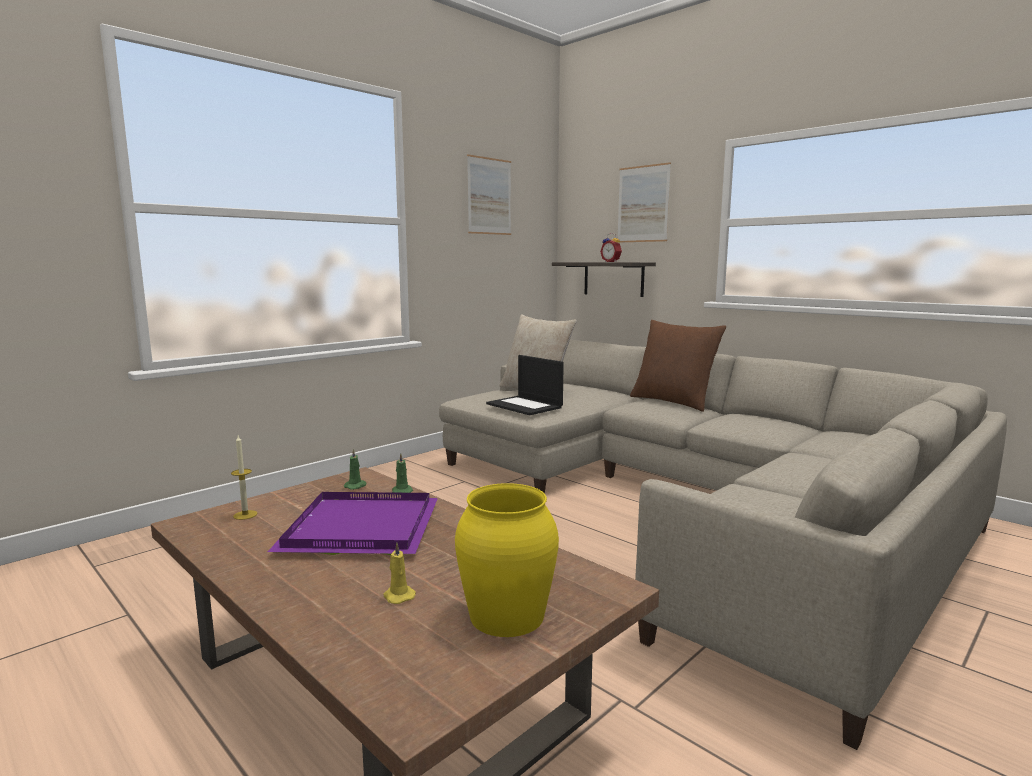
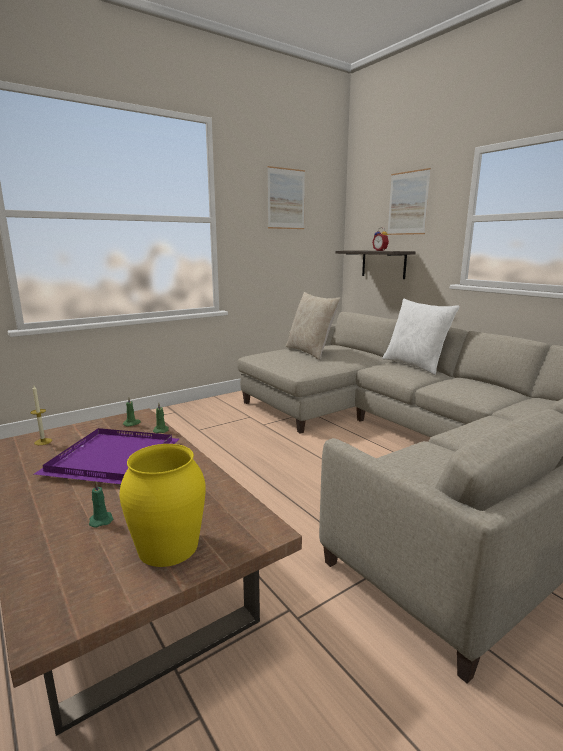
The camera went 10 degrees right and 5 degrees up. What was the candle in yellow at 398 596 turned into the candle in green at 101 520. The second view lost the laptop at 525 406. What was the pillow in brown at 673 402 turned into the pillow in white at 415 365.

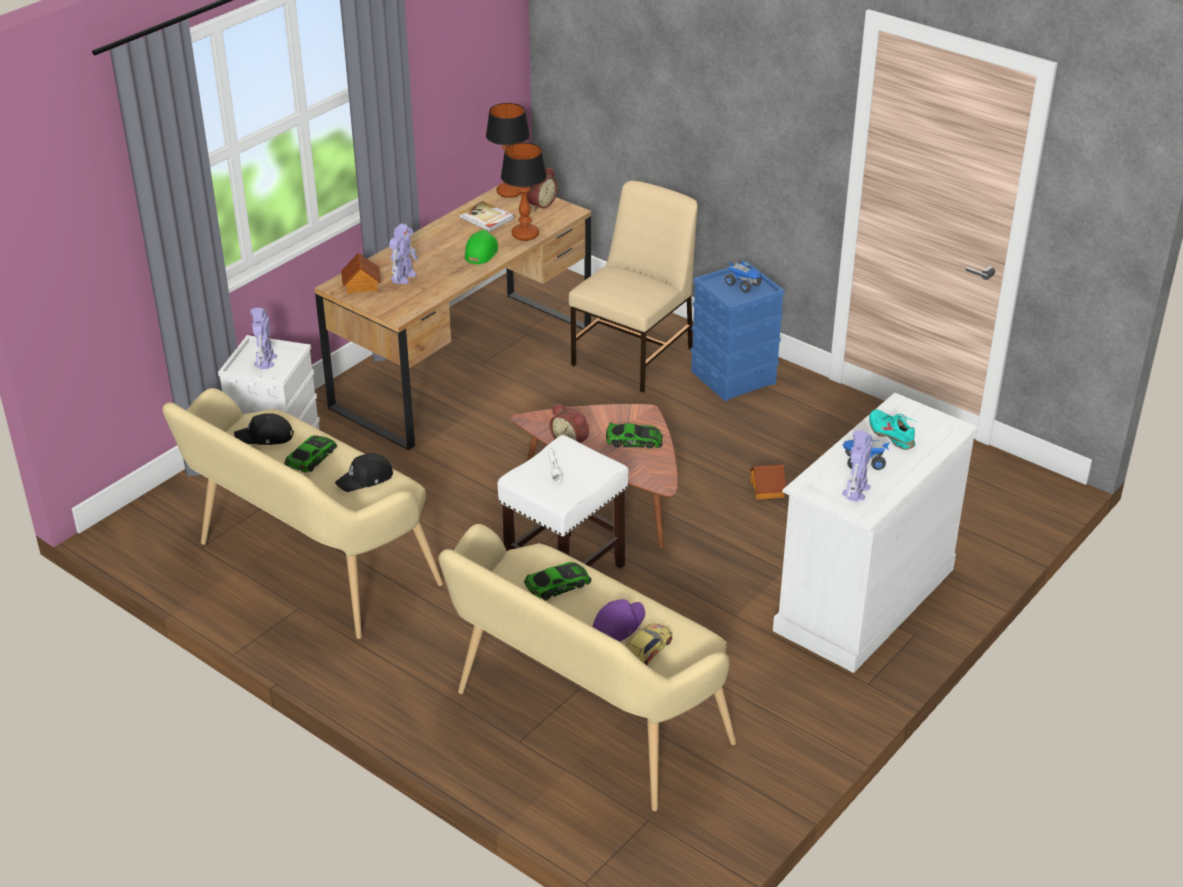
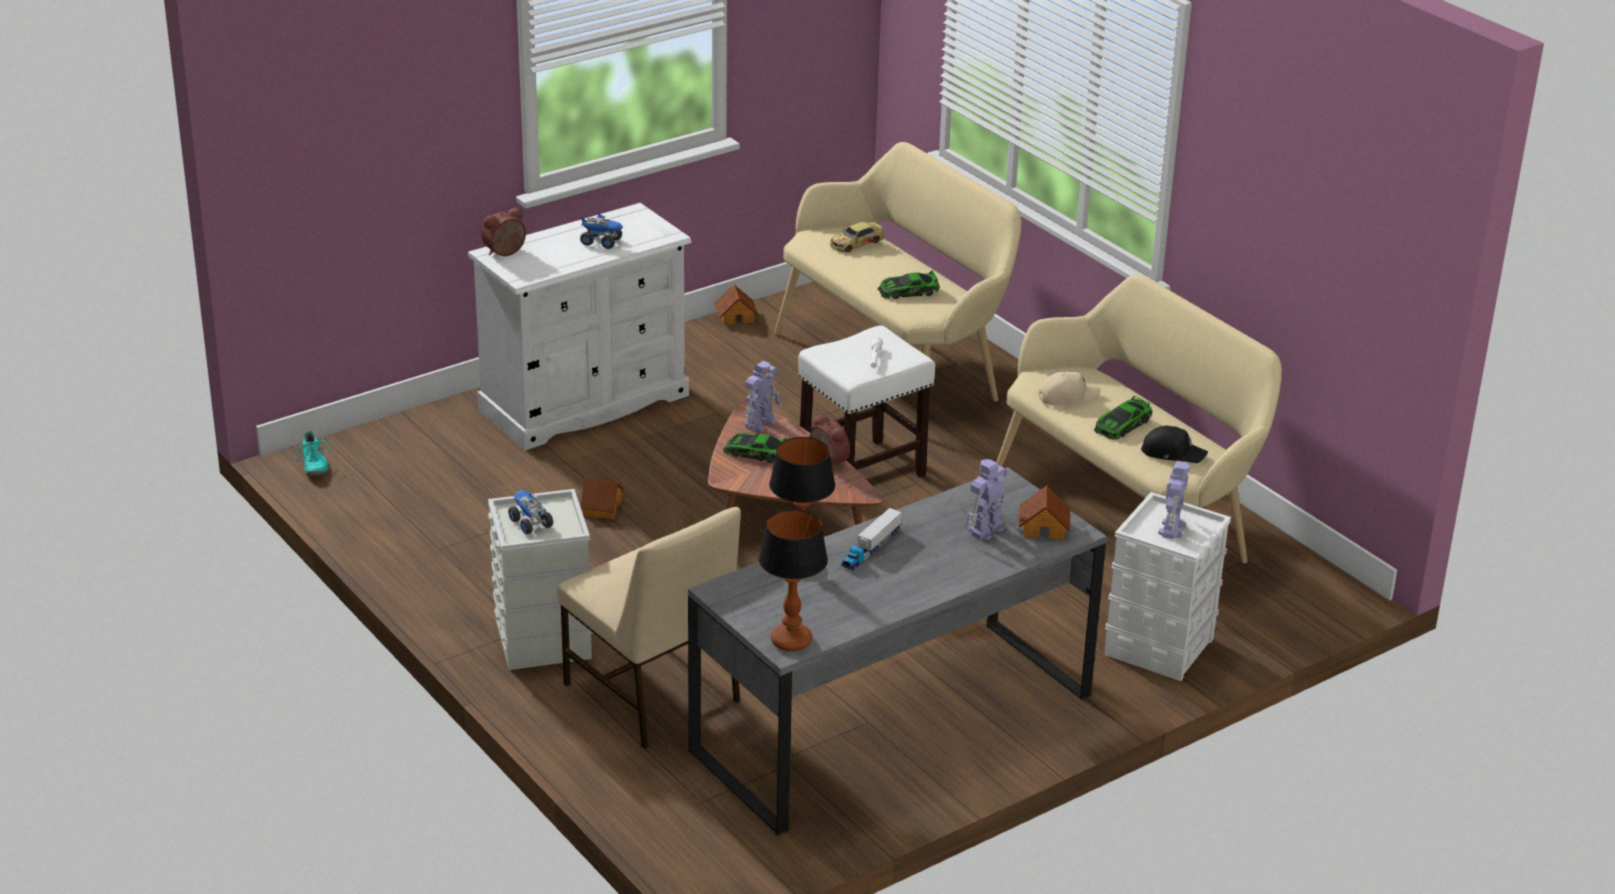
The camera went 165 degrees left and 5 degrees down. What was the desk in brown at 464 367 turned into the desk in grey at 893 722. What was the cap in black at 365 479 turned into the cap in beige at 1067 396. The second view lost the book at 486 218. Where the cap in green stood at 481 252, the toy truck came to stand at 871 548. The alarm clock ended up elsewhere, having gone from 540 204 to 506 253. The chair in beige at 634 356 ended up facing another way, 90 degrees counterclockwise from before. The second view lost the cap in purple at 617 625. What was the storage box in blue at 733 376 turned into the storage box in grey at 542 641. The toy robot ended up elsewhere, having gone from 855 491 to 761 423. The shoe in turquoise ended up elsewhere, having gone from 891 434 to 313 464. The second view gained the toy house at 736 317.

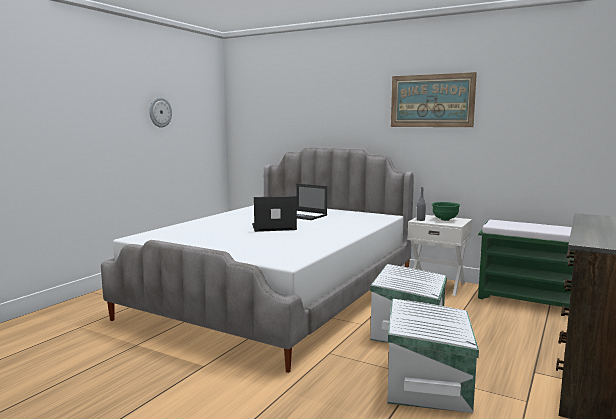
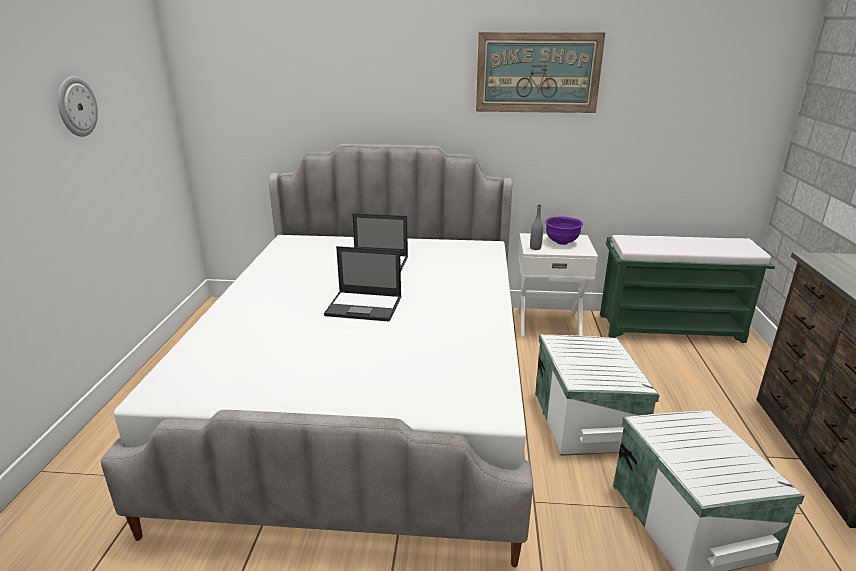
The camera went 25 degrees left and 15 degrees up. The laptop at 273 227 ended up facing another way, 135 degrees counterclockwise from before. What was the bowl in green at 444 220 turned into the bowl in purple at 561 242.

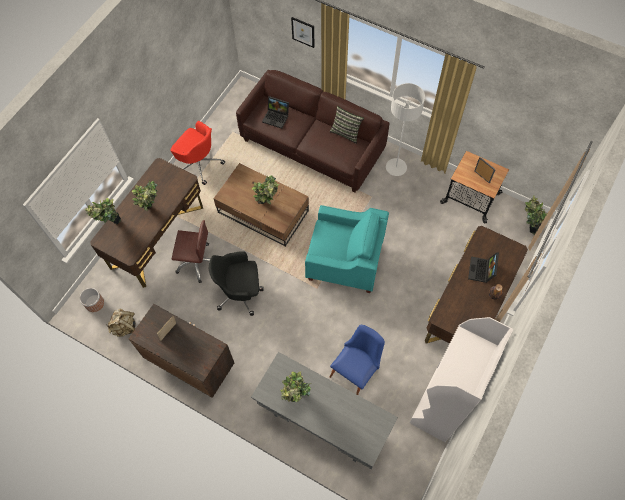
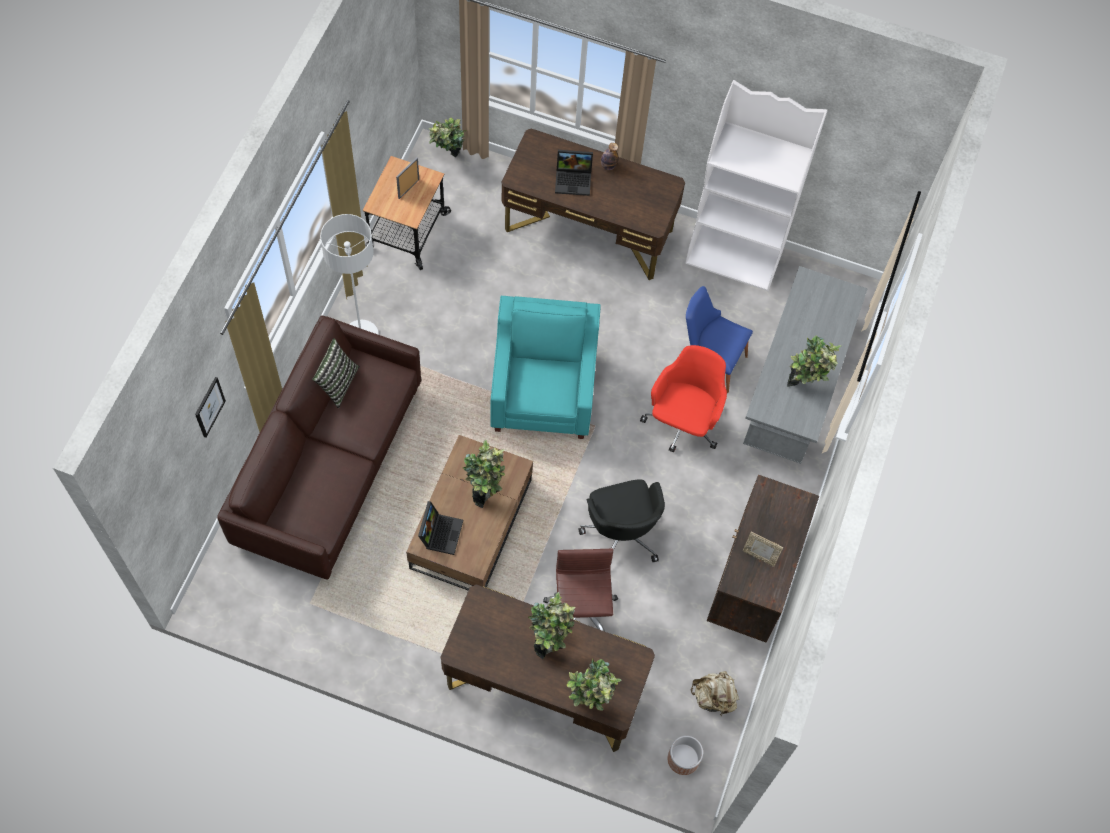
The camera went 105 degrees left and 0 degrees up. The office chair in red ended up elsewhere, having gone from 199 163 to 683 423. The laptop ended up elsewhere, having gone from 276 117 to 440 532.

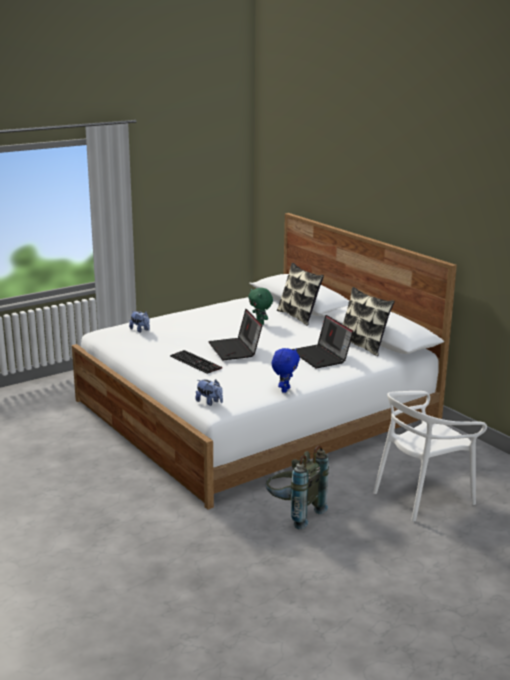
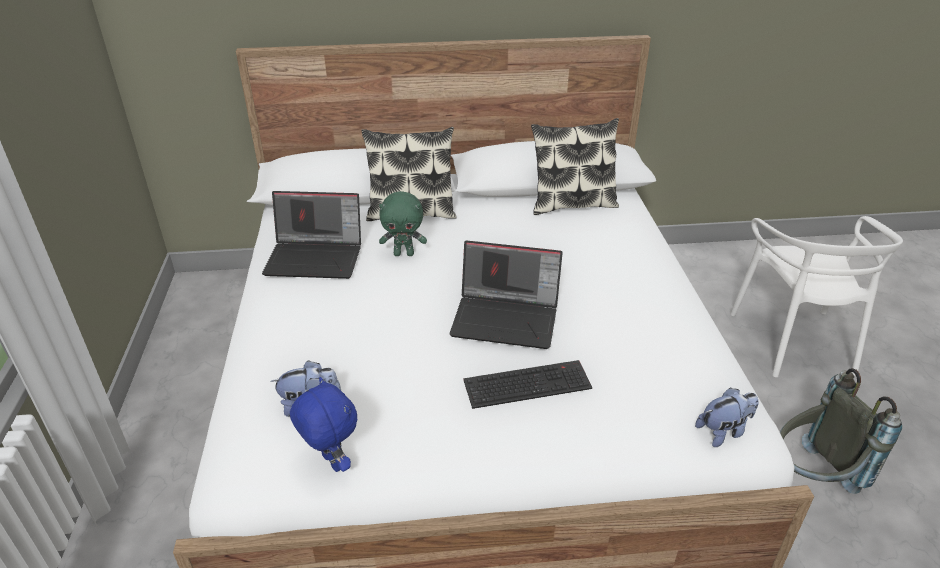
The camera went 60 degrees left and 15 degrees up. The plush toy in blue ended up elsewhere, having gone from 284 390 to 331 462. The laptop ended up elsewhere, having gone from 321 357 to 316 257.

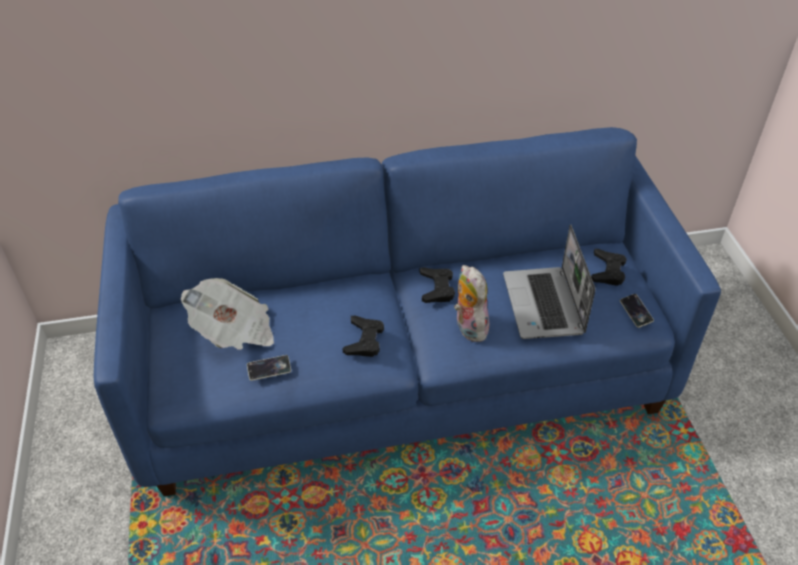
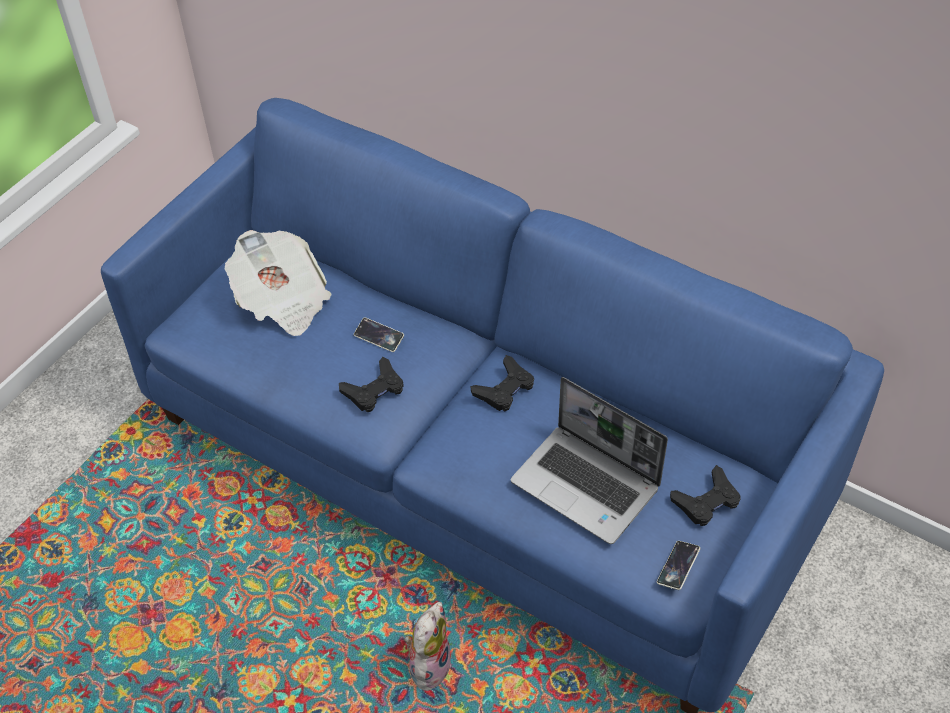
The camera went 45 degrees right and 5 degrees up. The phone ended up elsewhere, having gone from 269 369 to 379 337. The plush toy ended up elsewhere, having gone from 468 327 to 429 665. The laptop at 544 305 ended up facing another way, 90 degrees counterclockwise from before.

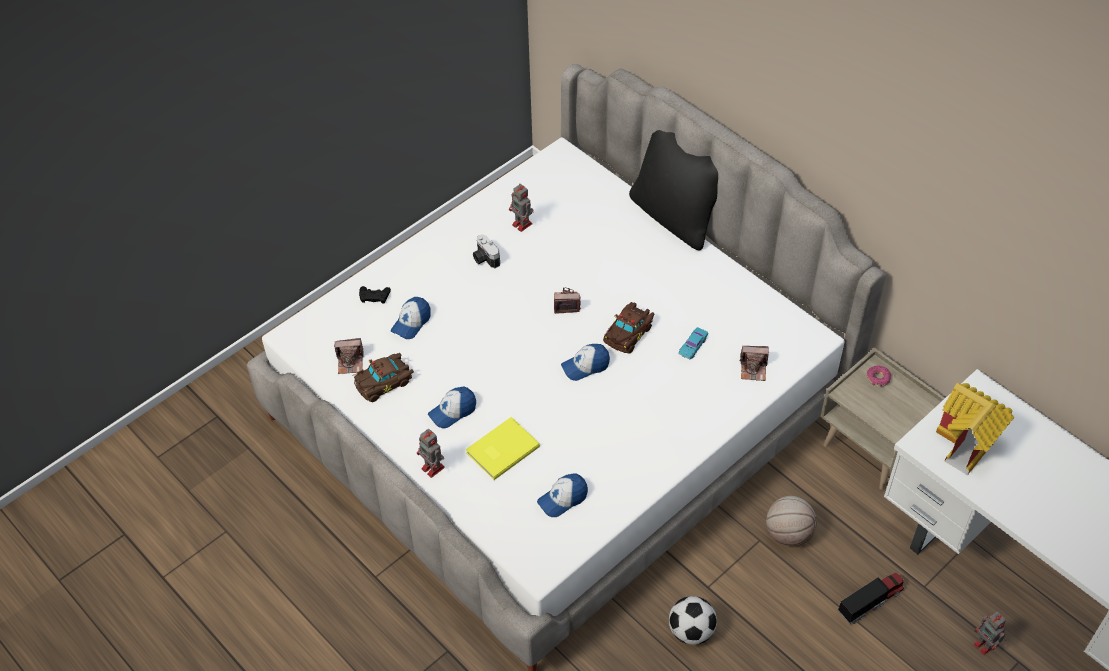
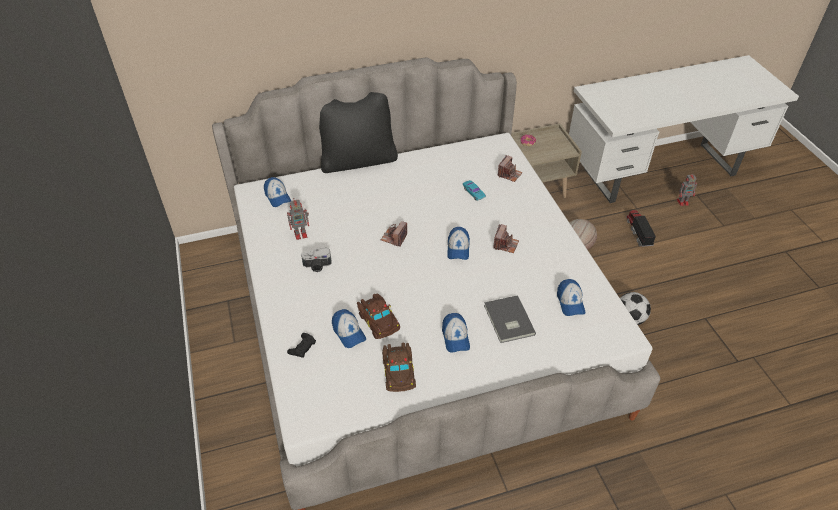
The camera went 65 degrees left and 5 degrees down. The photo camera ended up elsewhere, having gone from 350 362 to 505 244. The second view lost the toy robot at 433 468. What was the book in yellow at 501 449 turned into the book in grey at 508 321. The toy car in brown ended up elsewhere, having gone from 629 333 to 378 320. The second view lost the toy house at 967 446. The second view gained the cap at 277 197.

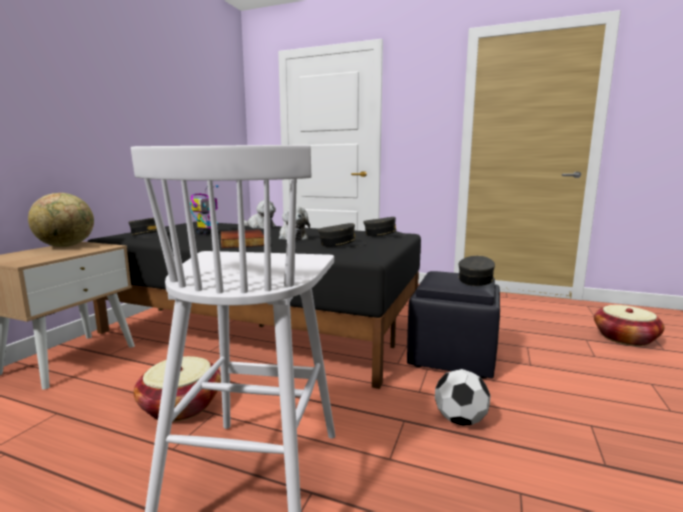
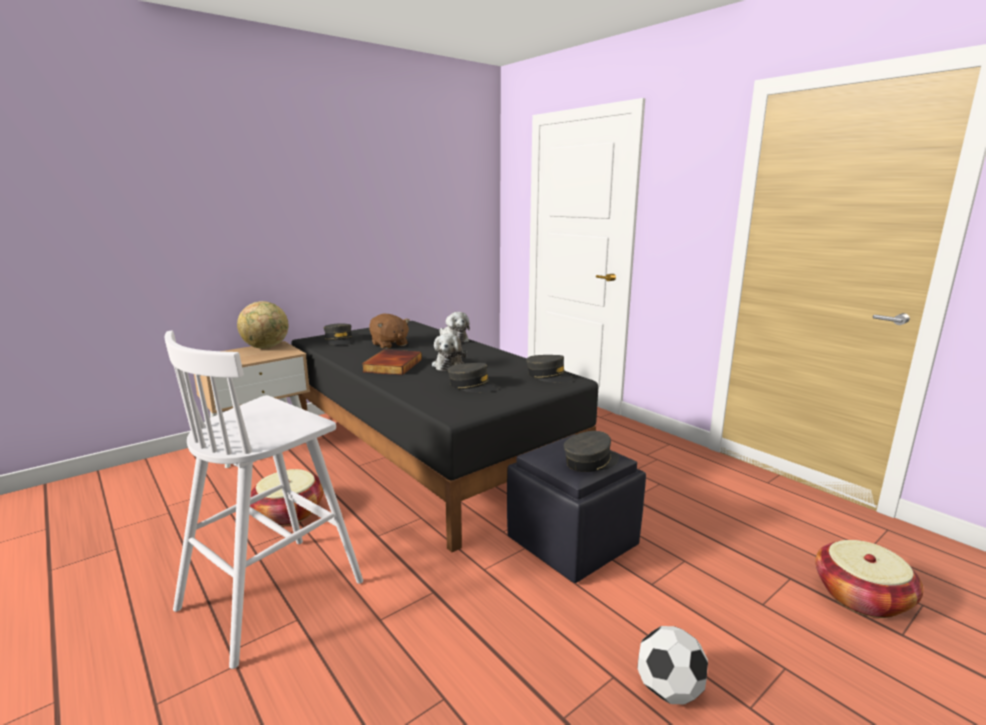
The camera went 30 degrees right and 5 degrees up. Where the toy robot stood at 207 233, the plush toy in brown came to stand at 389 344. The football ended up elsewhere, having gone from 460 420 to 669 690.

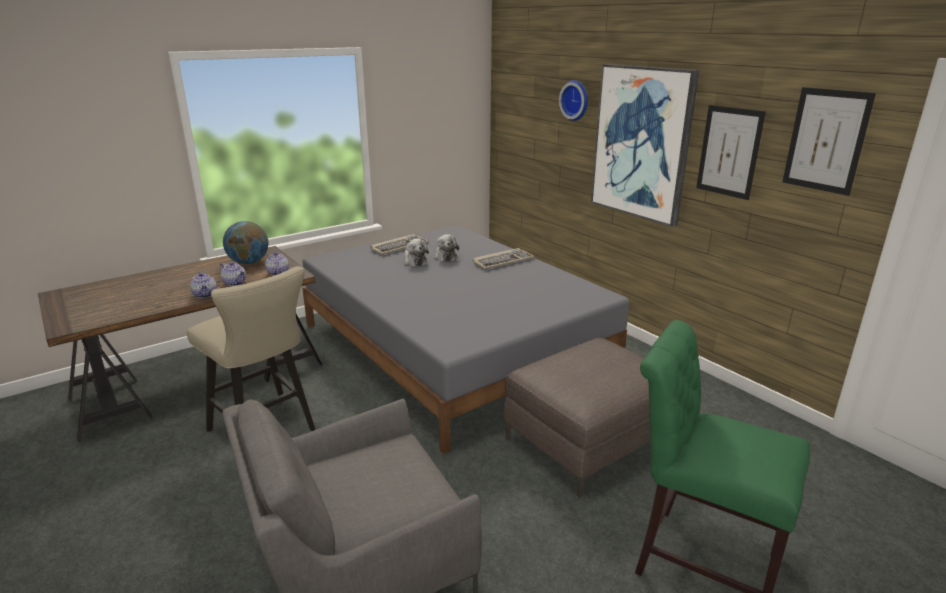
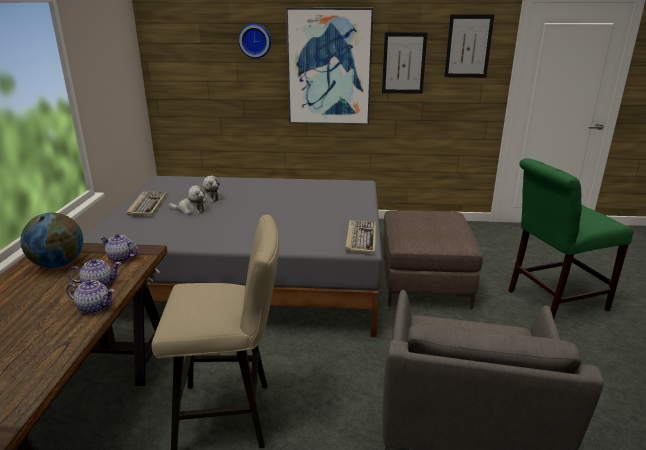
The camera went 50 degrees left and 0 degrees up. The keyboard ended up elsewhere, having gone from 503 261 to 360 238.

